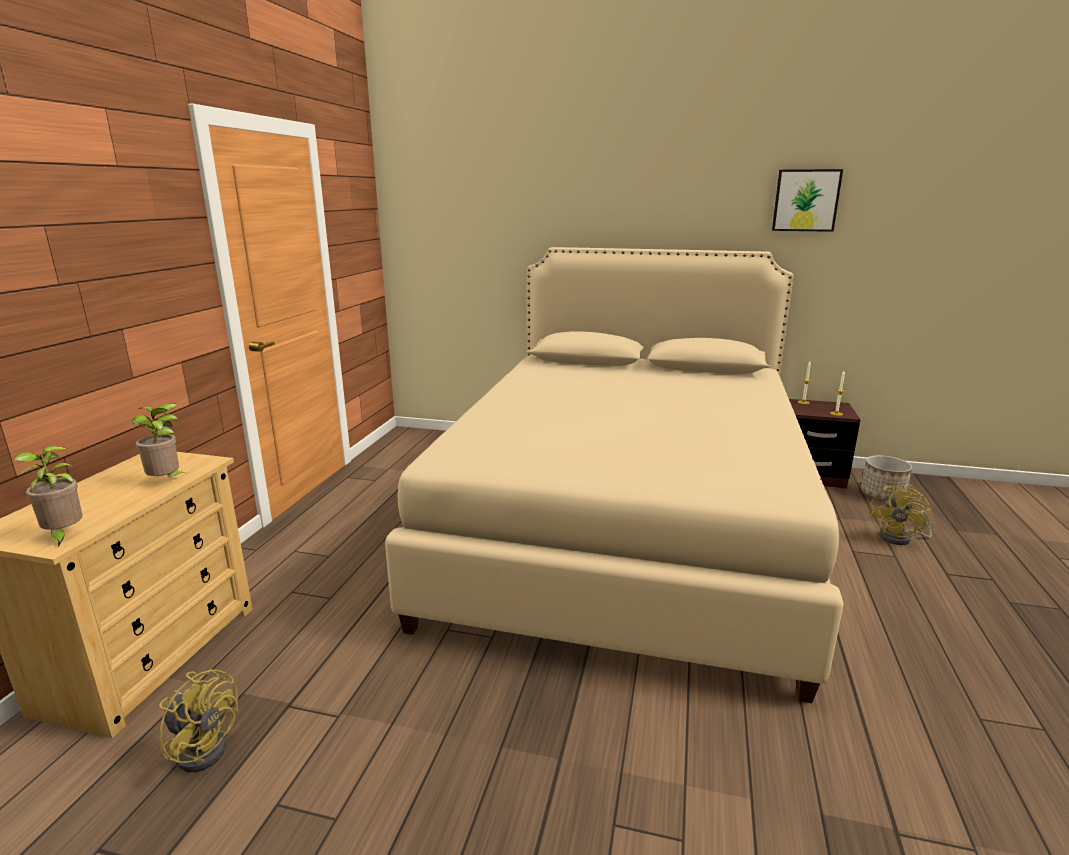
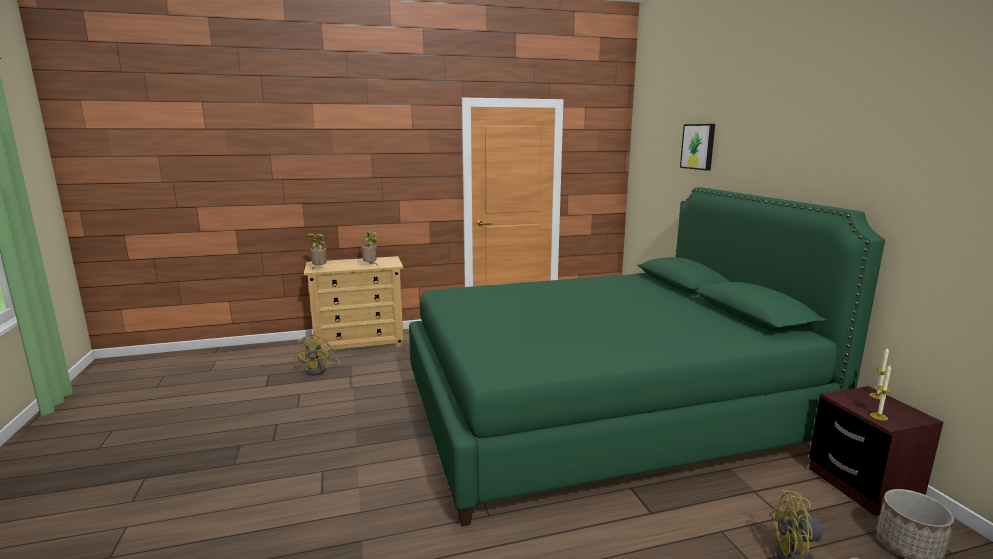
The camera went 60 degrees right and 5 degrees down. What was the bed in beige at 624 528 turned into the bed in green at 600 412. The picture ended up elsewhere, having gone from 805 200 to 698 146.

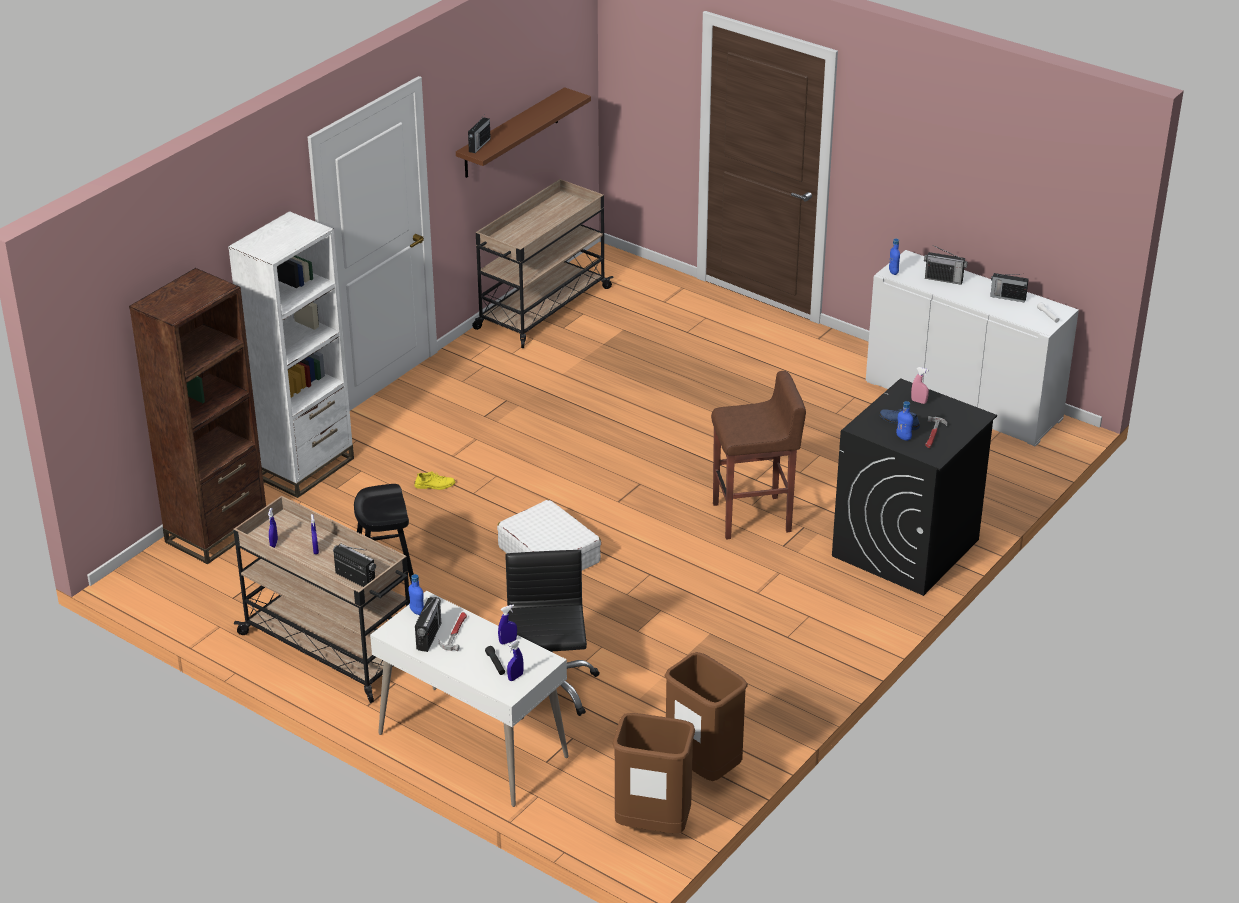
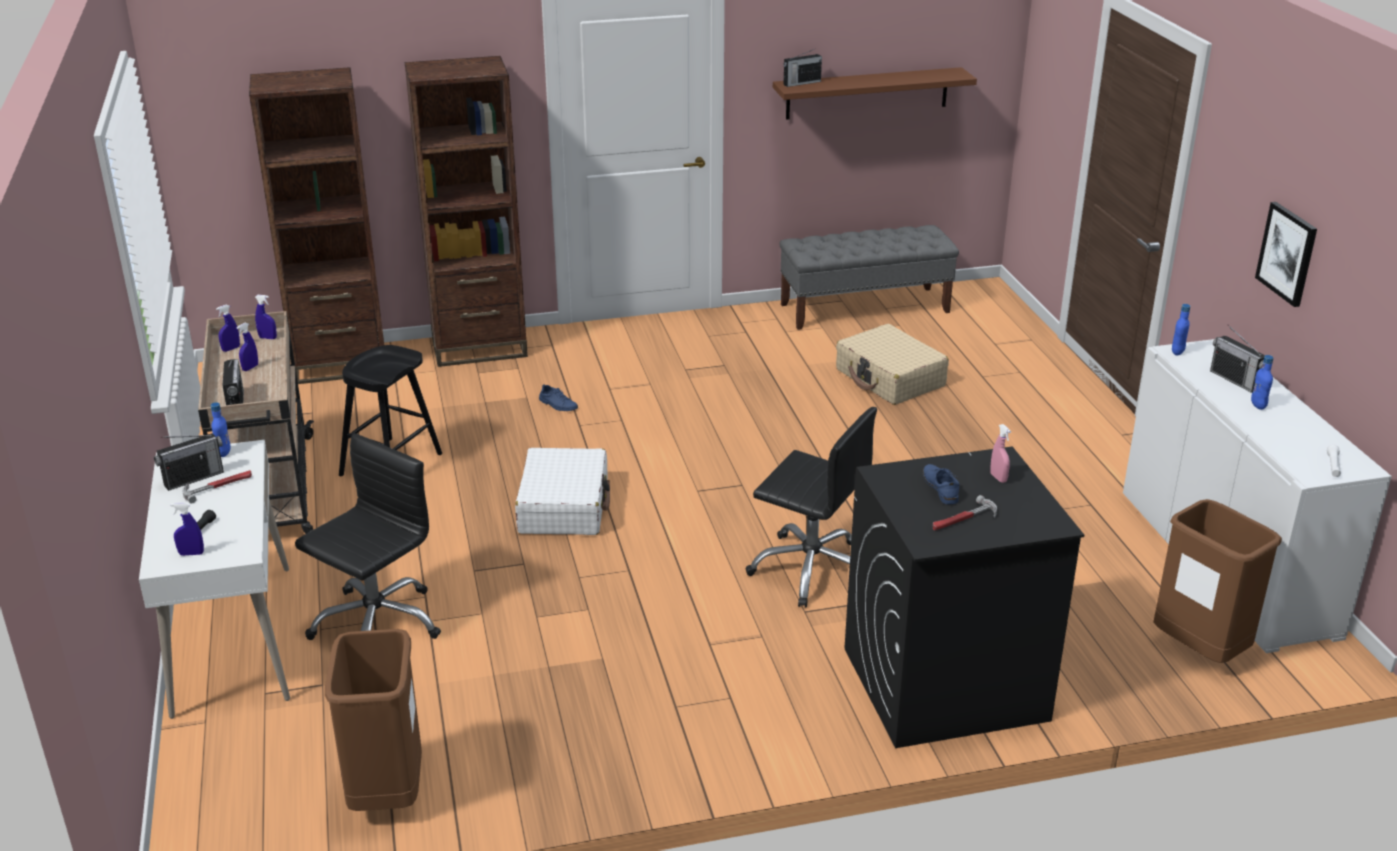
The camera went 40 degrees right and 5 degrees down. What was the bookcase in white at 305 468 turned into the bookcase in brown at 479 348. What was the shoe in yellow at 435 485 turned into the shoe in blue at 558 404. Where the cart in beige stood at 541 309, the bench in grey came to stand at 865 308. The spray bottle in blue ended up elsewhere, having gone from 508 641 to 268 338. The trash can in brown ended up elsewhere, having gone from 652 826 to 1198 650. Where the stool in brown stood at 753 518, the office chair in black came to stand at 811 569. The bottle in blue ended up elsewhere, having gone from 903 437 to 1258 405. The second view lost the radio at 1007 297. The second view gained the suitcase in beige at 890 378. The second view gained the picture at 1287 253.

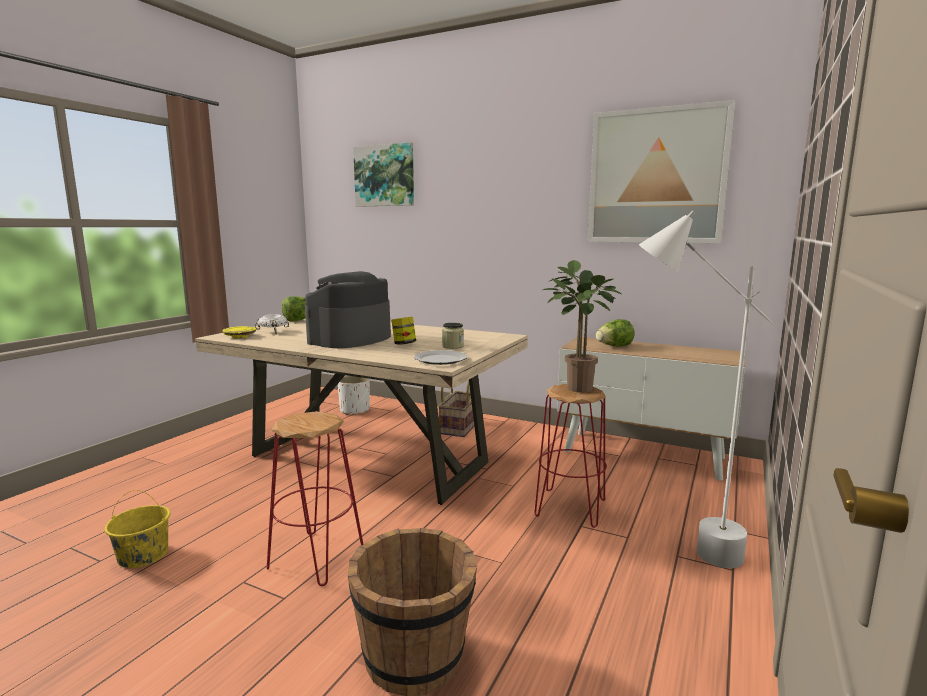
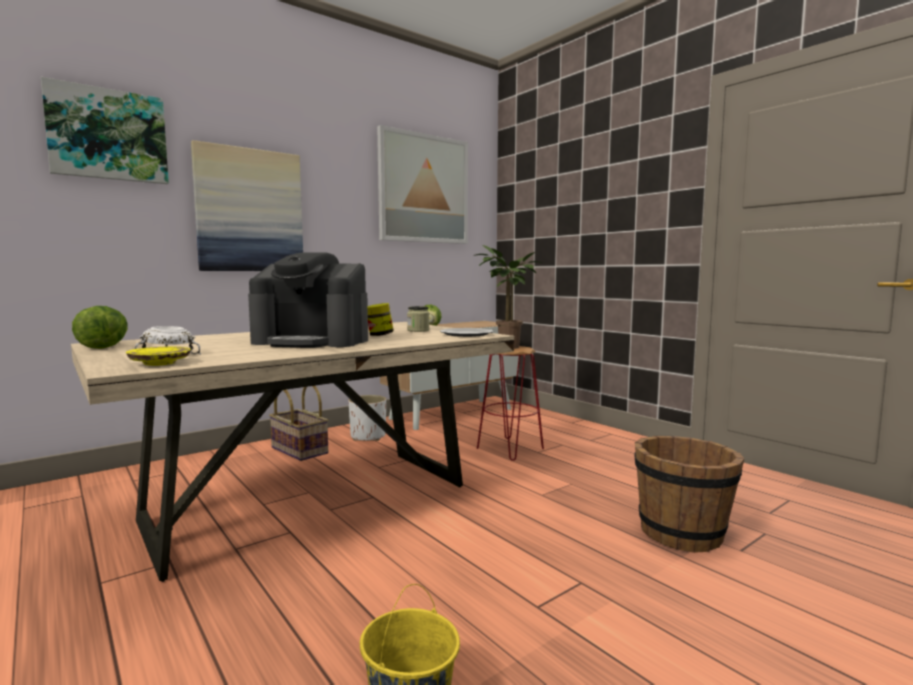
The camera went 65 degrees left and 5 degrees down. The second view lost the stool in red at 316 558. The coffee machine at 350 339 ended up facing another way, 45 degrees counterclockwise from before. The planter in white ended up elsewhere, having gone from 355 410 to 368 437. The second view lost the floor lamp in white at 680 549. The second view gained the picture at 250 211.

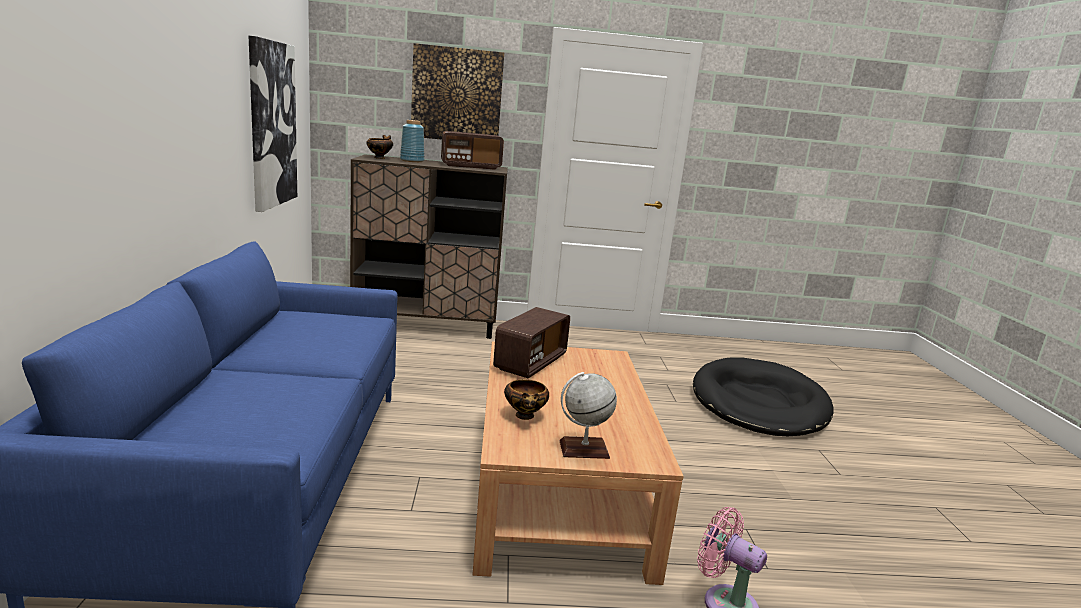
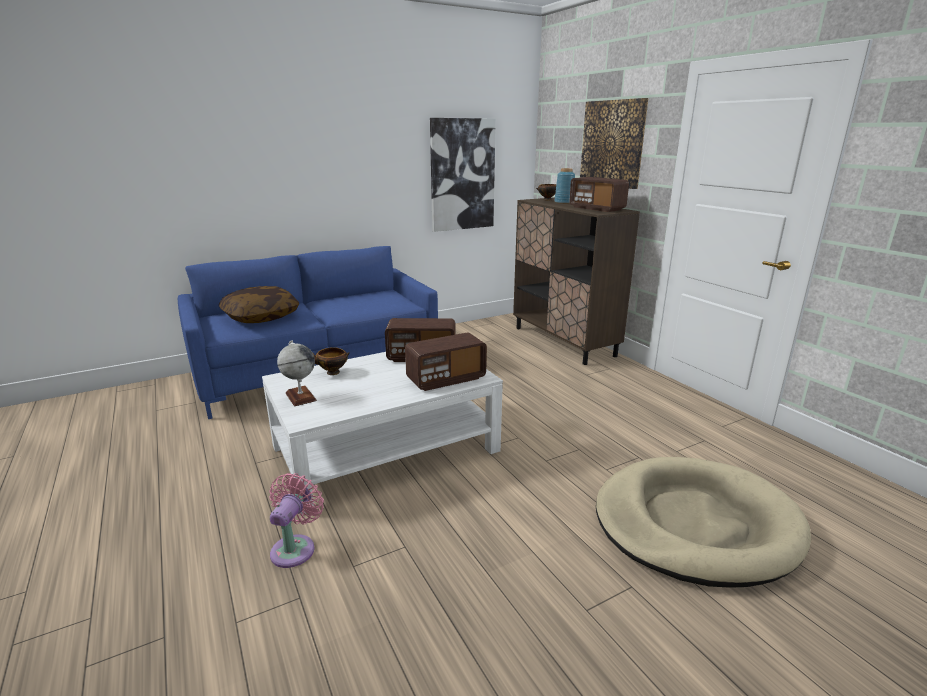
The camera went 65 degrees right and 5 degrees up. What was the coffee table in brown at 557 487 turned into the coffee table in white at 386 448. What was the dog bed in black at 759 403 turned into the dog bed in beige at 694 524. The second view gained the pillow at 261 317. The second view gained the radio at 446 379.

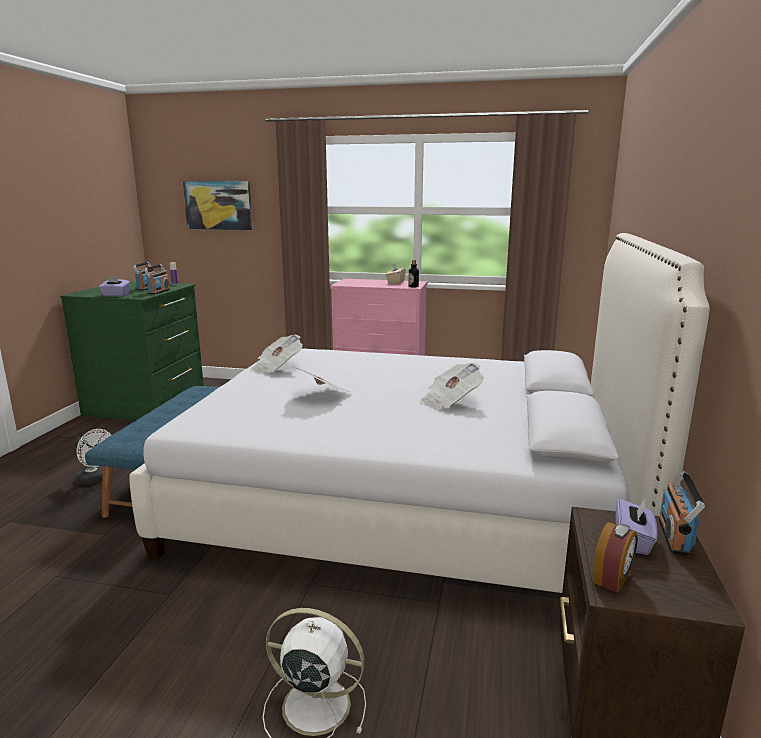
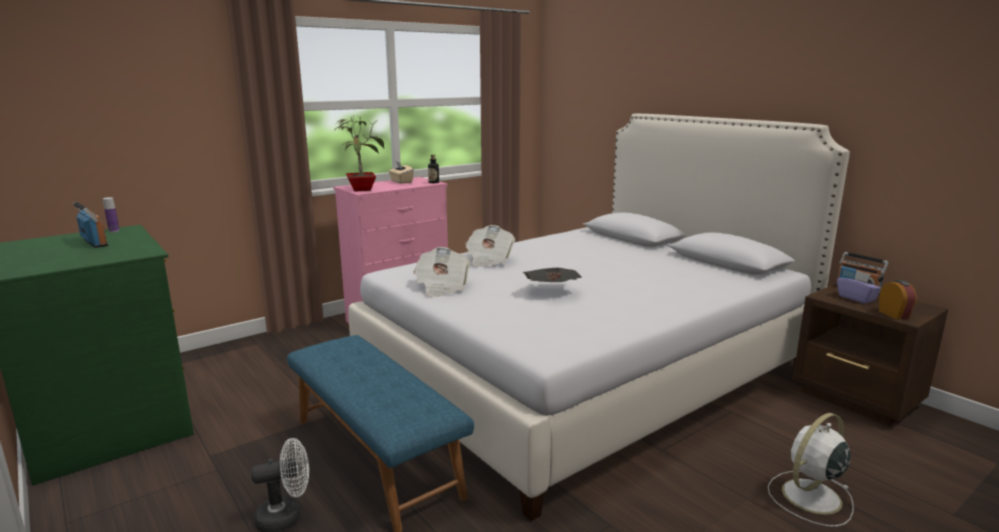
The camera went 50 degrees left and 0 degrees up. The second view lost the tissue box in purple at 116 295. The second view lost the radio at 159 292. The second view lost the picture at 218 205. The newspaper ended up elsewhere, having gone from 450 401 to 489 260. The second view gained the potted plant at 361 189.

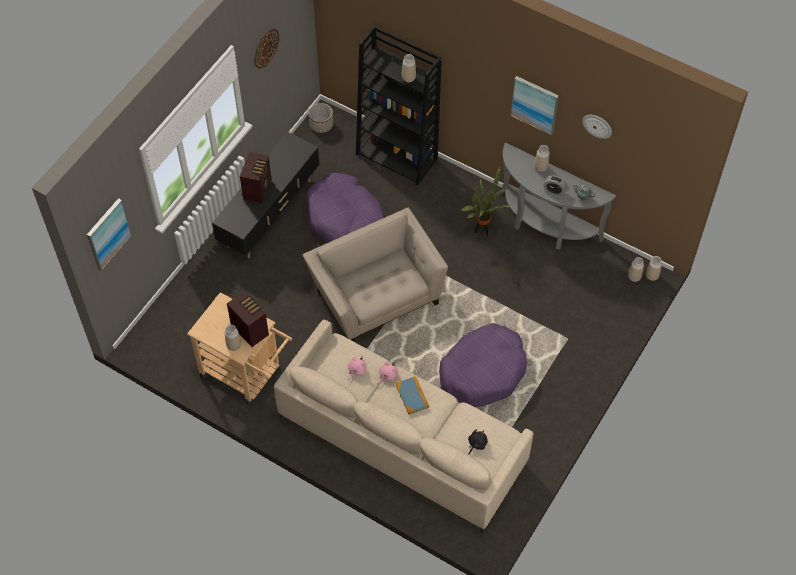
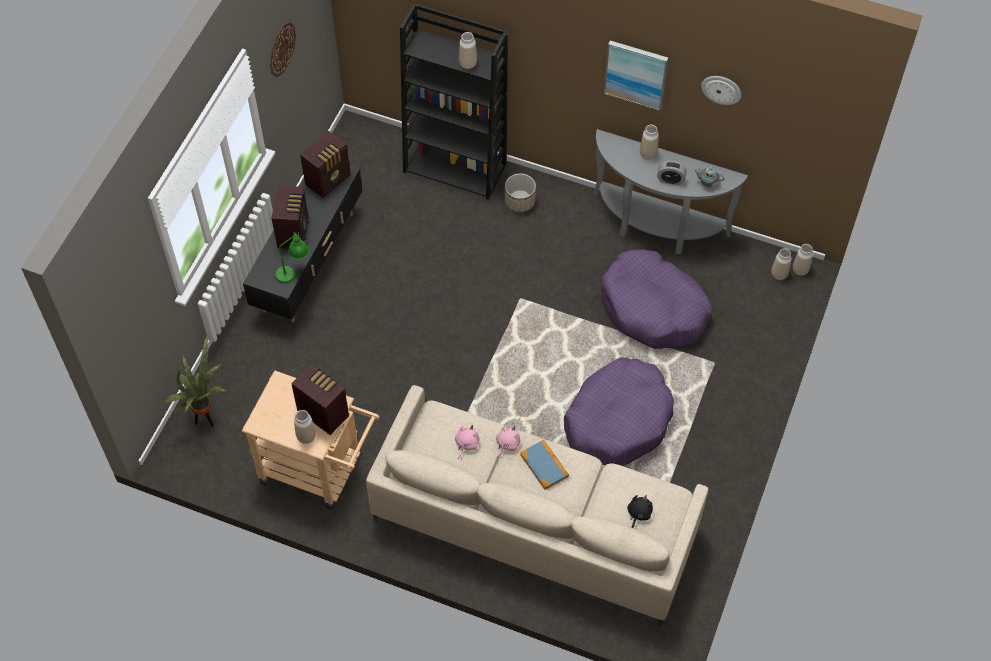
The camera went 10 degrees left and 0 degrees up. The second view lost the picture at 108 234. The second view lost the armchair in beige at 376 294. The dog bed in purple ended up elsewhere, having gone from 345 219 to 653 308. The planter ended up elsewhere, having gone from 321 125 to 519 201. The potted plant ended up elsewhere, having gone from 483 230 to 206 419. The second view gained the table lamp in green at 293 271. The second view gained the radio at 329 180.

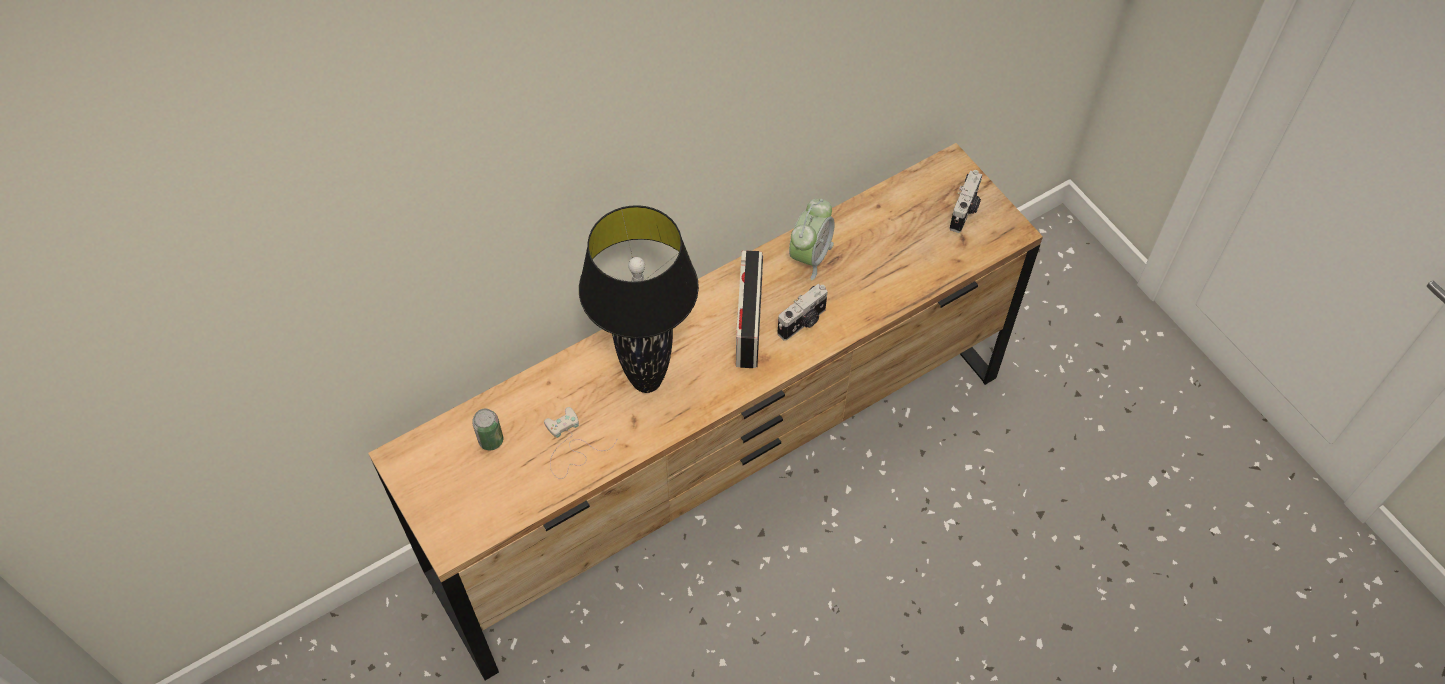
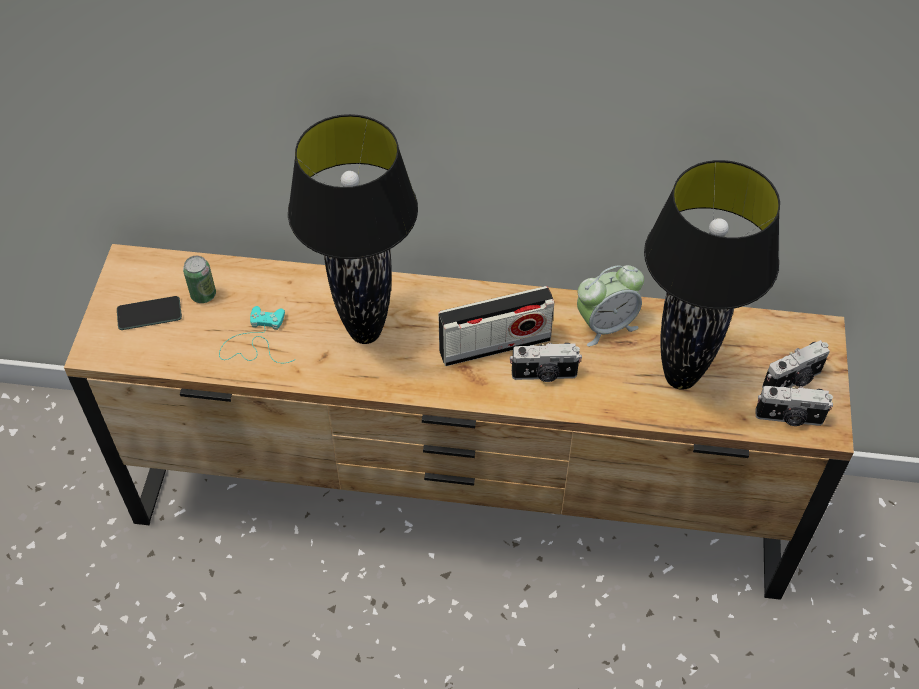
The camera went 40 degrees right and 5 degrees down. What was the game controller in white at 570 446 turned into the game controller in turquoise at 256 341. The radio at 748 324 ended up facing another way, 150 degrees counterclockwise from before. The second view gained the phone at 149 314. The second view gained the table lamp in black at 679 377. The second view gained the photo camera at 789 418.

